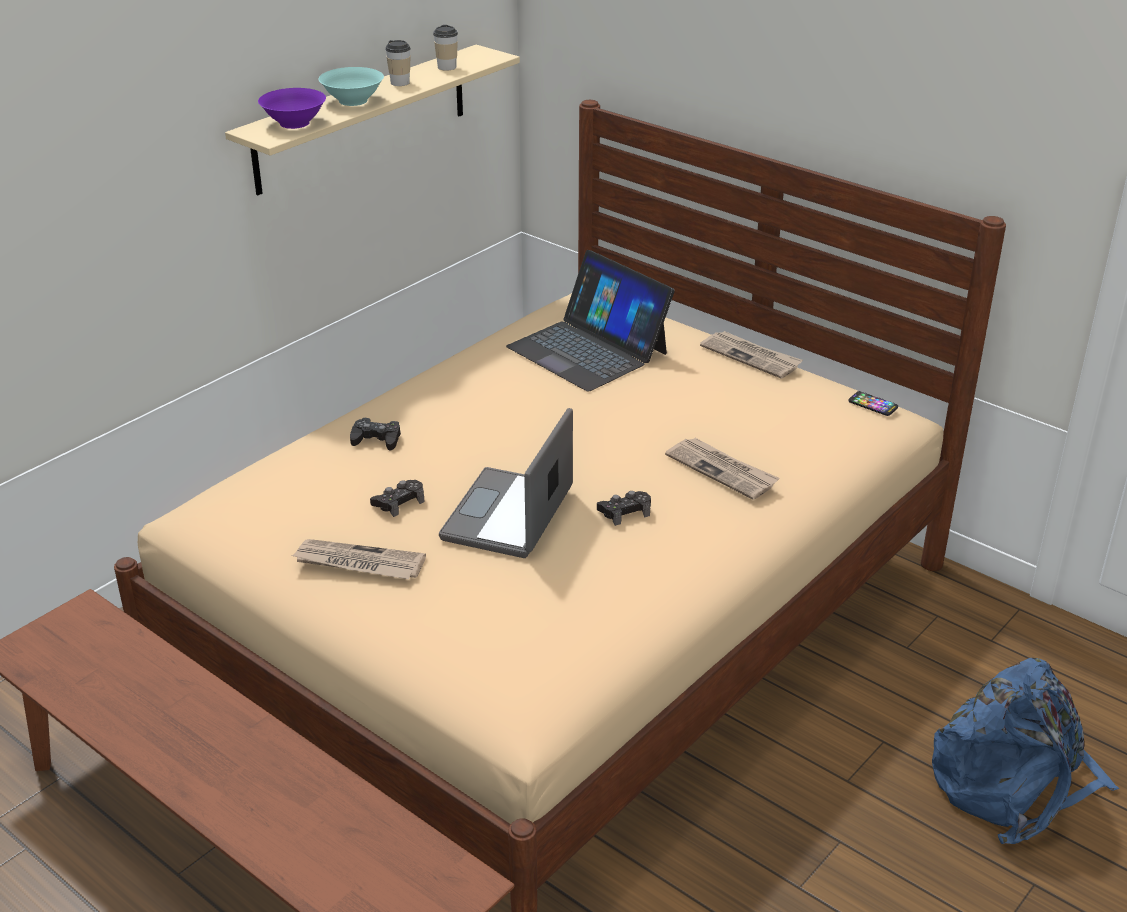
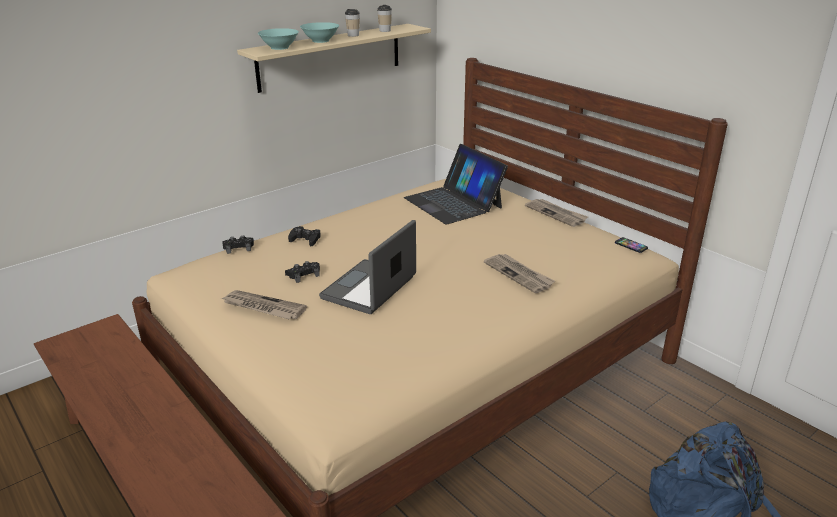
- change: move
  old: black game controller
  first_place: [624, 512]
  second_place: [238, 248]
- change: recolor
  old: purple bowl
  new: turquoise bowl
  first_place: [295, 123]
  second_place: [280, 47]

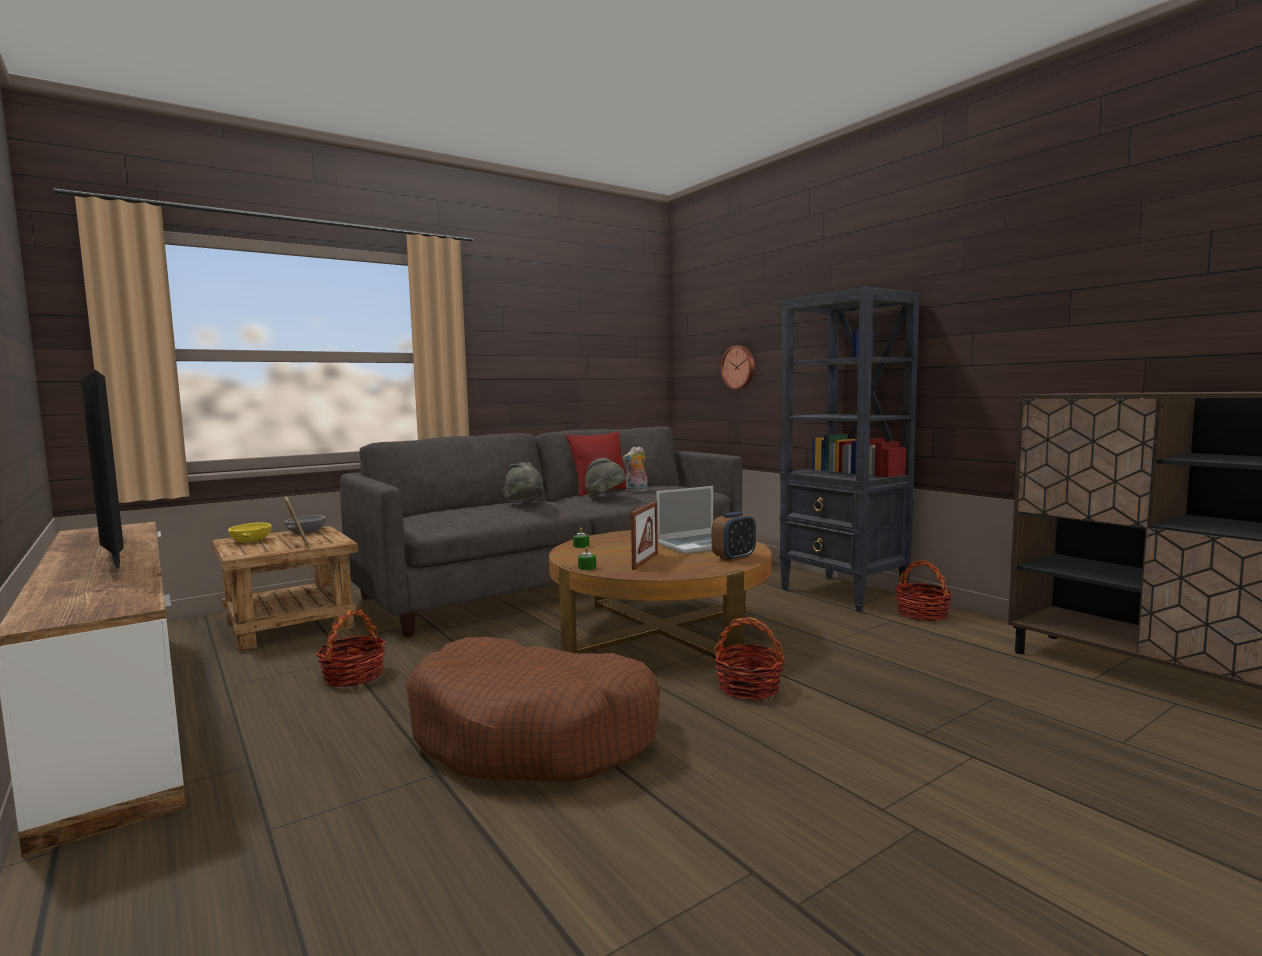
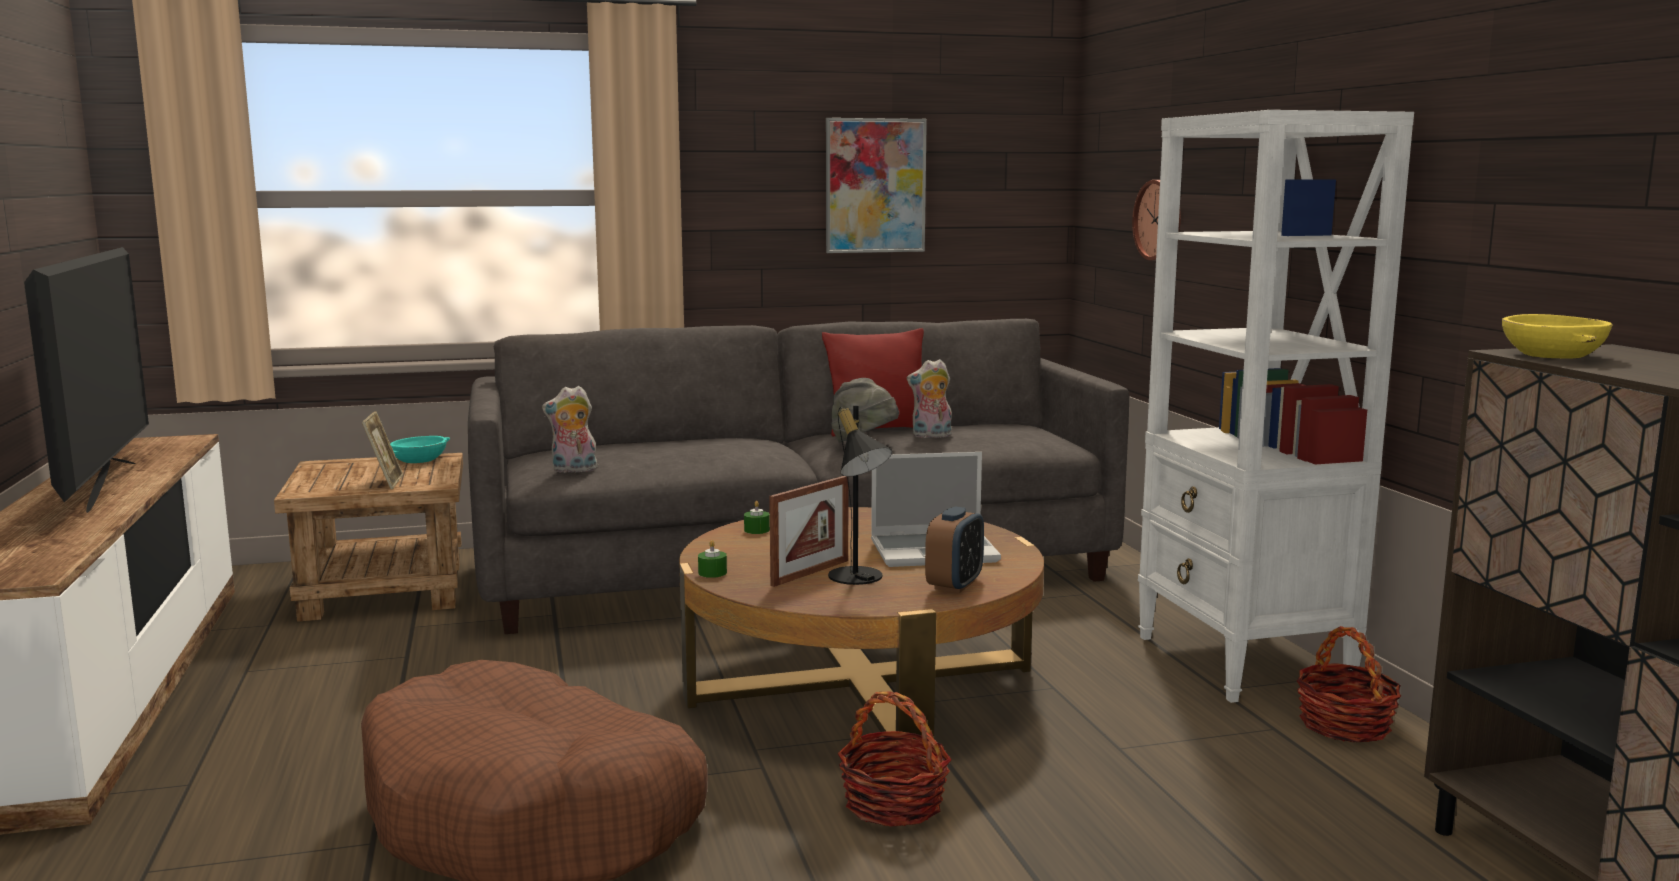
- change: delete
  old: basket
  first_place: [353, 676]
- change: delete
  old: grey hat
  first_place: [525, 504]
- change: insert
  new: plush toy
  second_place: [573, 470]
- change: insert
  new: picture
  second_place: [875, 186]
- change: insert
  new: black table lamp
  second_place: [858, 579]
- change: move
  old: yellow bowl
  first_place: [251, 540]
  second_place: [1554, 355]
- change: recolor
  old: grey bowl
  new: turquoise bowl
  first_place: [306, 532]
  second_place: [419, 460]
- change: recolor
  old: black bookcase
  new: white bookcase
  first_place: [843, 594]
  second_place: [1243, 662]
- change: rotate
  old: alarm clock
  first_place: [734, 558]
  second_place: [954, 585]
  degrees: -45

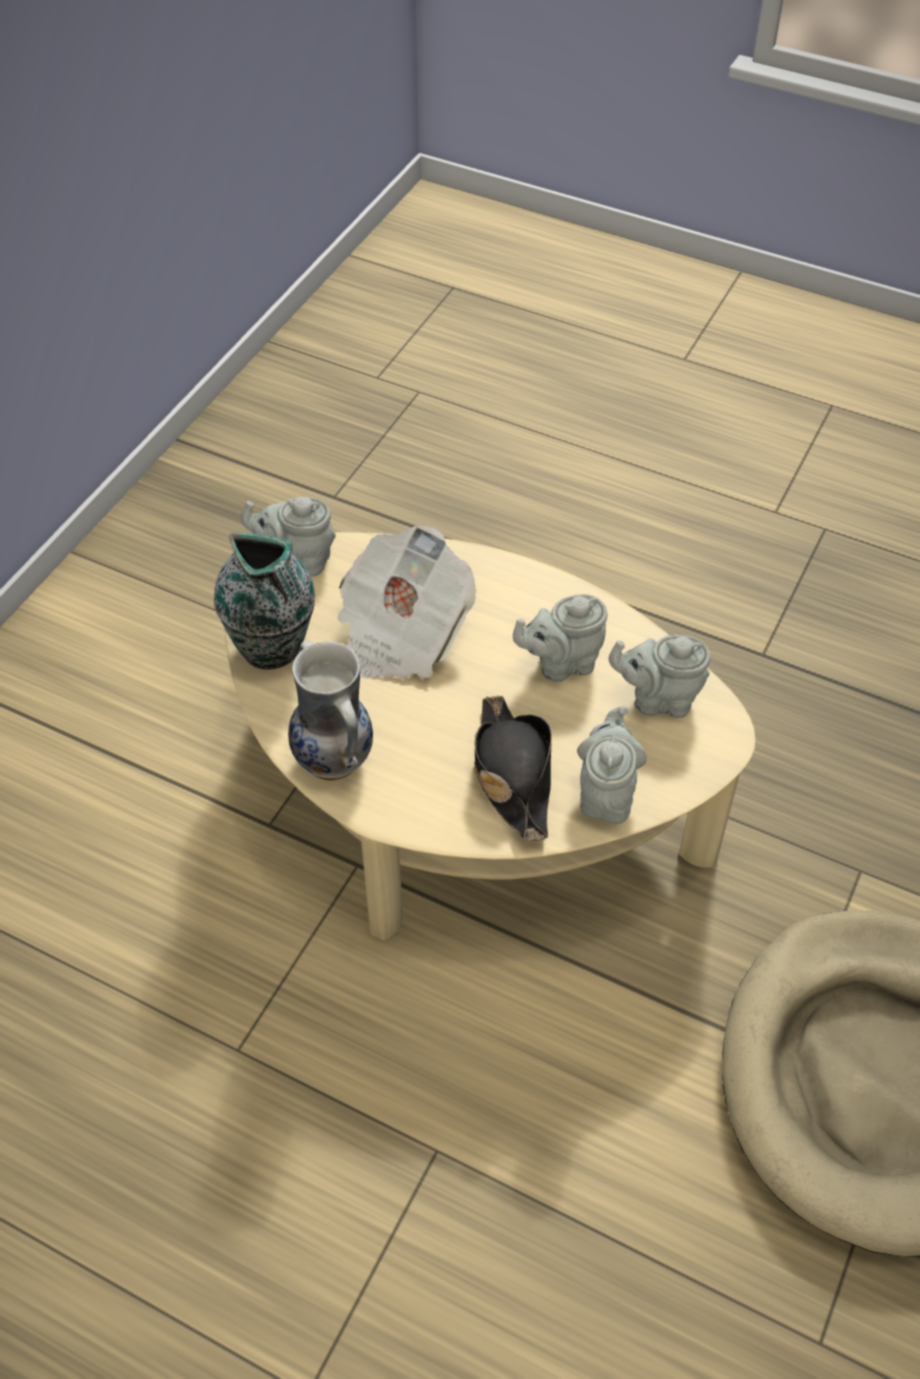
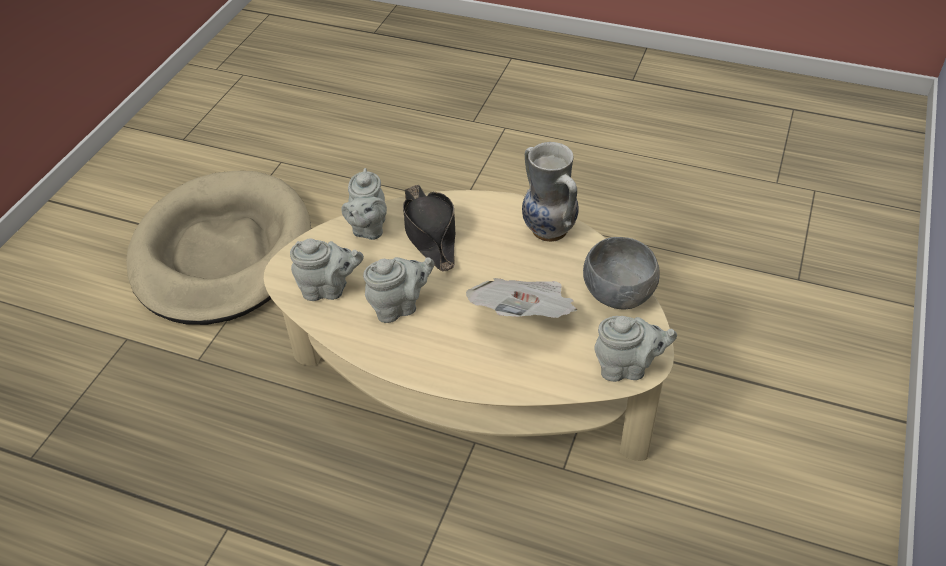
- change: replace
  old: vase
  new: grey bowl
  first_place: [273, 648]
  second_place: [618, 295]

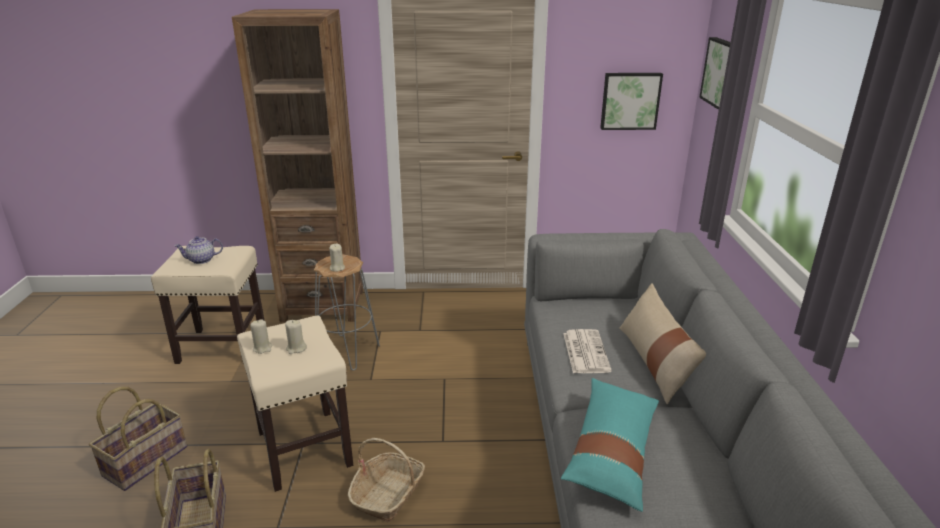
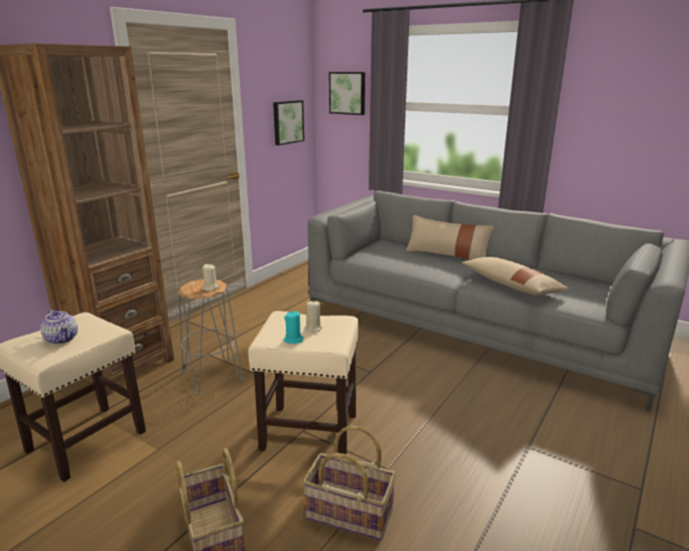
- change: delete
  old: basket
  first_place: [388, 494]
- change: delete
  old: newspaper
  first_place: [585, 351]
- change: recolor
  old: beige candle
  new: turquoise candle
  first_place: [262, 348]
  second_place: [294, 340]
- change: recolor
  old: turquoise pillow
  new: beige pillow
  first_place: [612, 451]
  second_place: [511, 285]
- change: rotate
  old: teapot
  first_place: [201, 260]
  second_place: [62, 339]
  degrees: -60

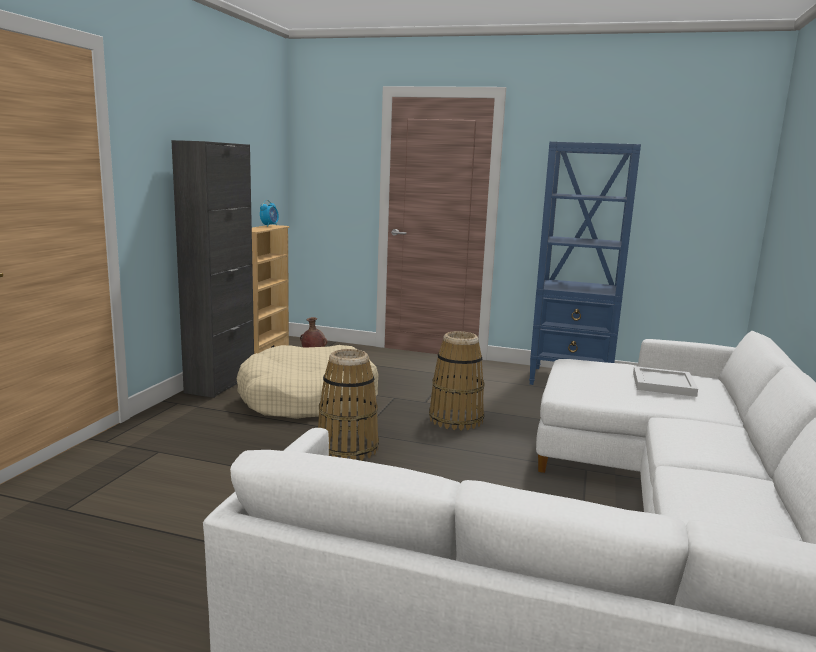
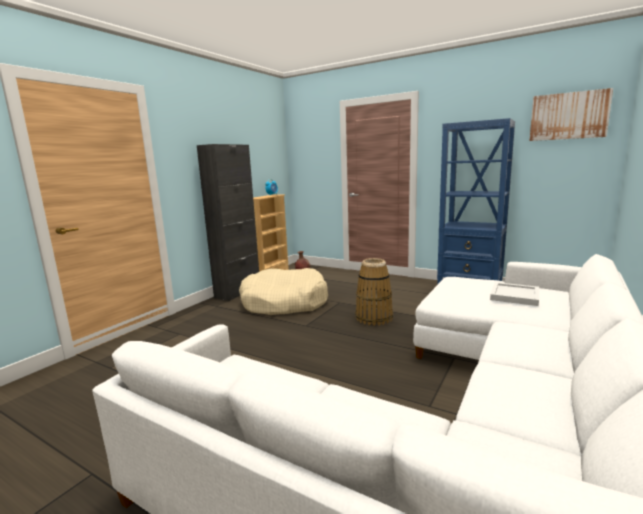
- change: delete
  old: basket
  first_place: [347, 448]
- change: insert
  new: picture
  second_place: [568, 116]

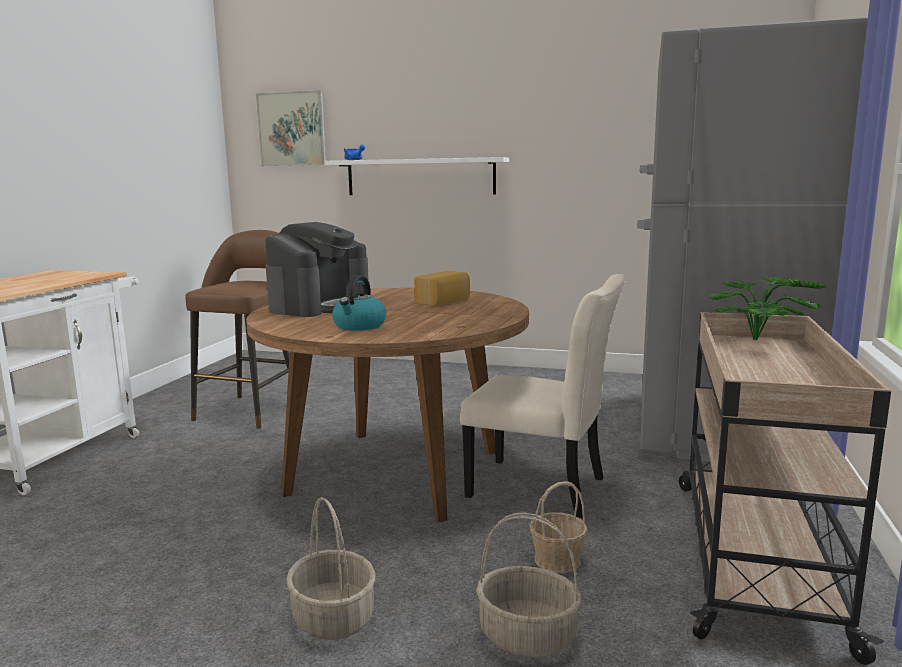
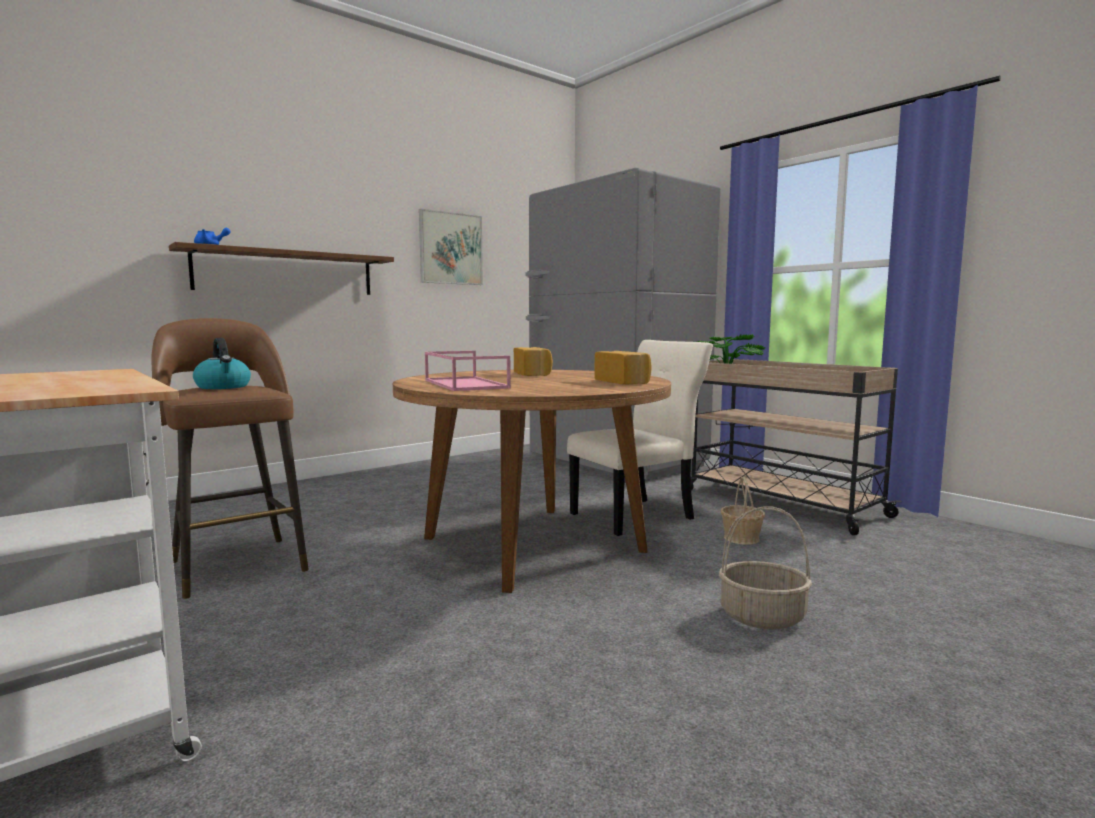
- change: delete
  old: basket
  first_place: [528, 636]
- change: insert
  new: bread
  second_place: [623, 381]
- change: move
  old: picture
  first_place: [292, 129]
  second_place: [451, 248]
- change: move
  old: kettle
  first_place: [359, 326]
  second_place: [223, 387]
- change: replace
  old: coffee machine
  new: pink tray
  first_place: [320, 306]
  second_place: [463, 384]
- change: recolor
  old: white shelf
  new: brown shelf
  first_place: [420, 177]
  second_place: [286, 272]

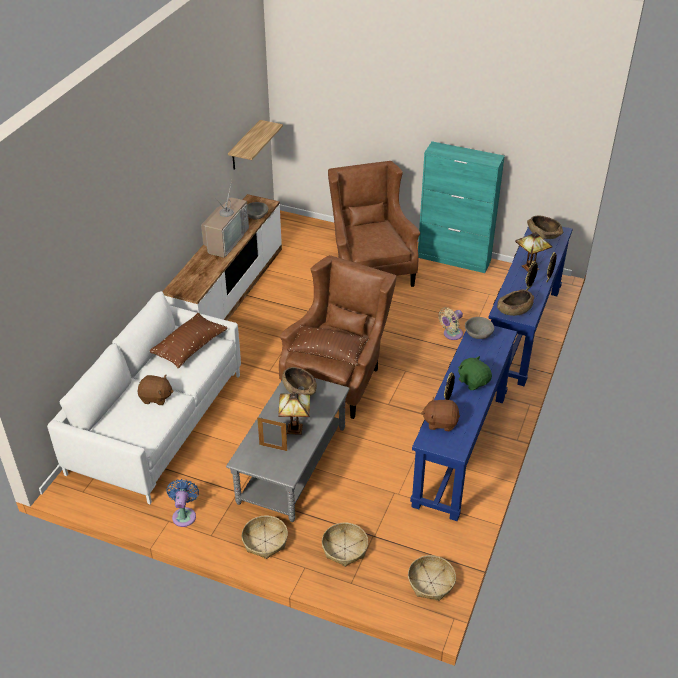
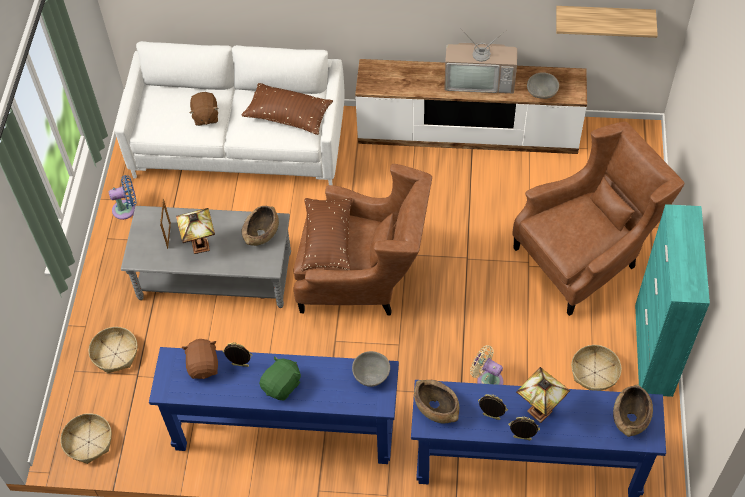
- change: move
  old: basket
  first_place: [265, 541]
  second_place: [595, 373]

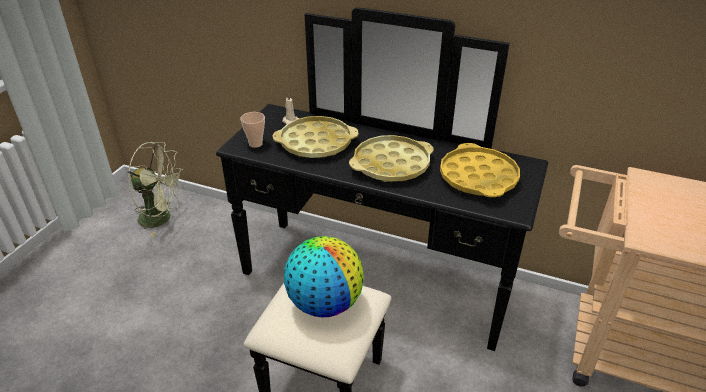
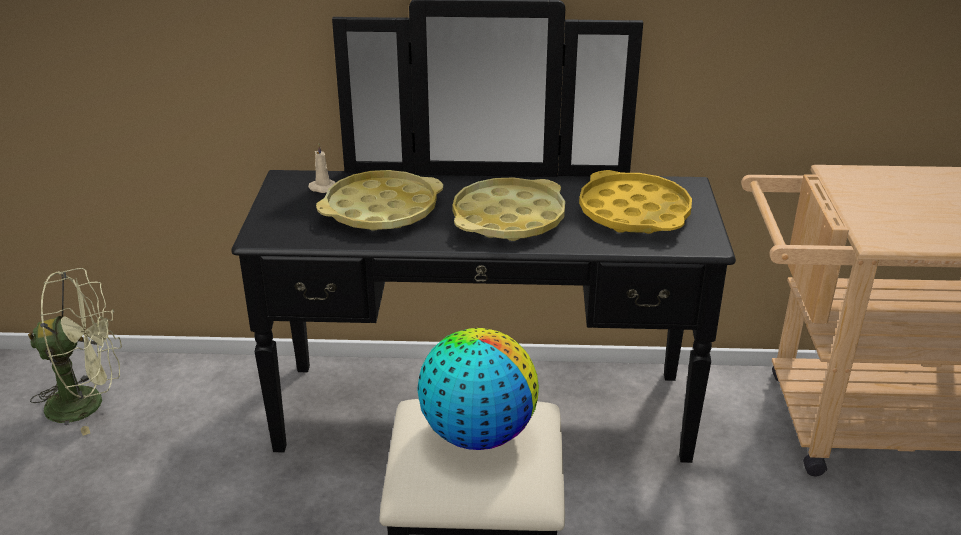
- change: delete
  old: cup
  first_place: [255, 144]

